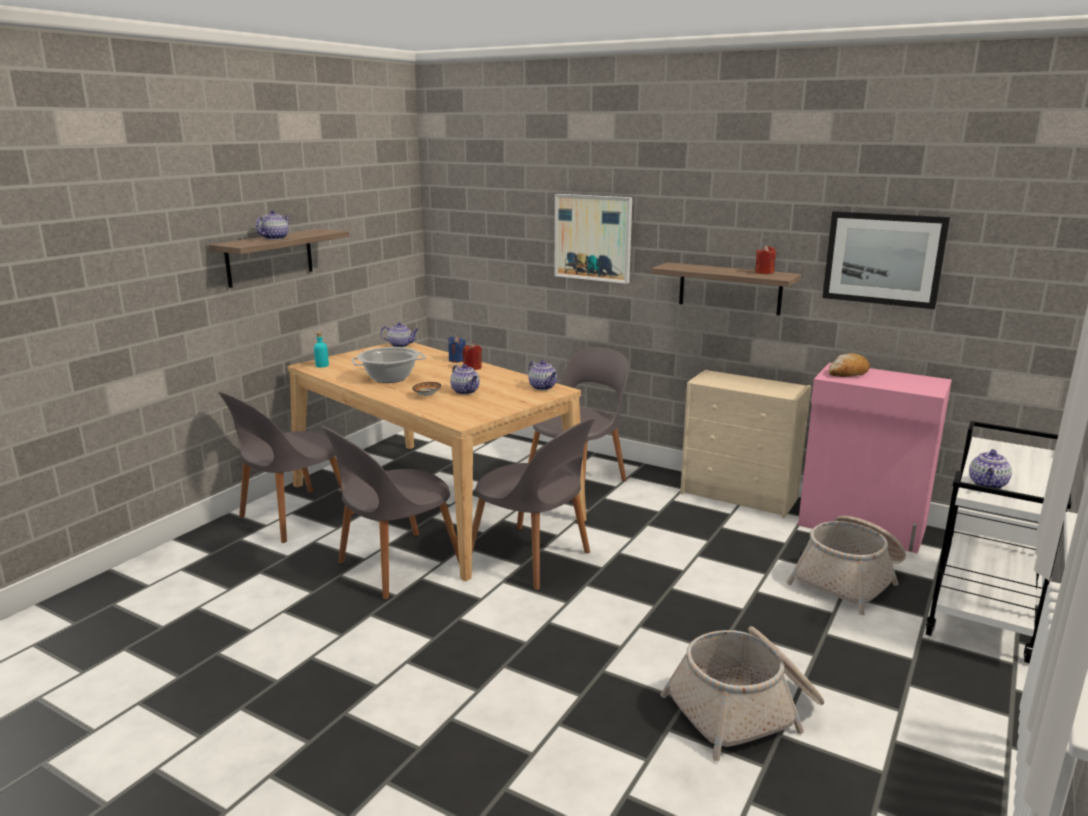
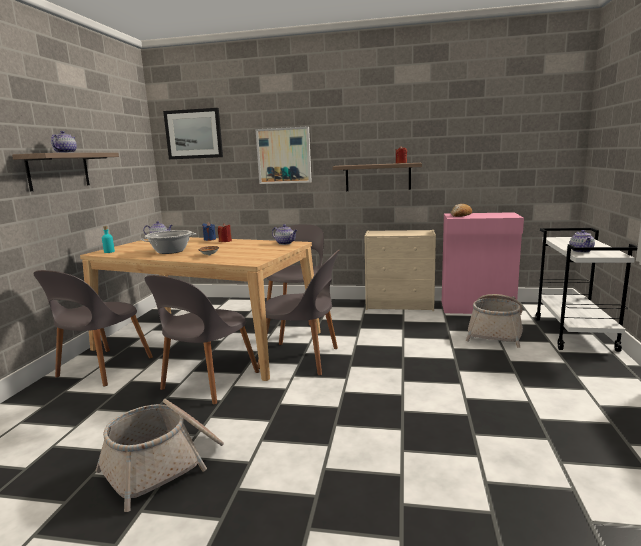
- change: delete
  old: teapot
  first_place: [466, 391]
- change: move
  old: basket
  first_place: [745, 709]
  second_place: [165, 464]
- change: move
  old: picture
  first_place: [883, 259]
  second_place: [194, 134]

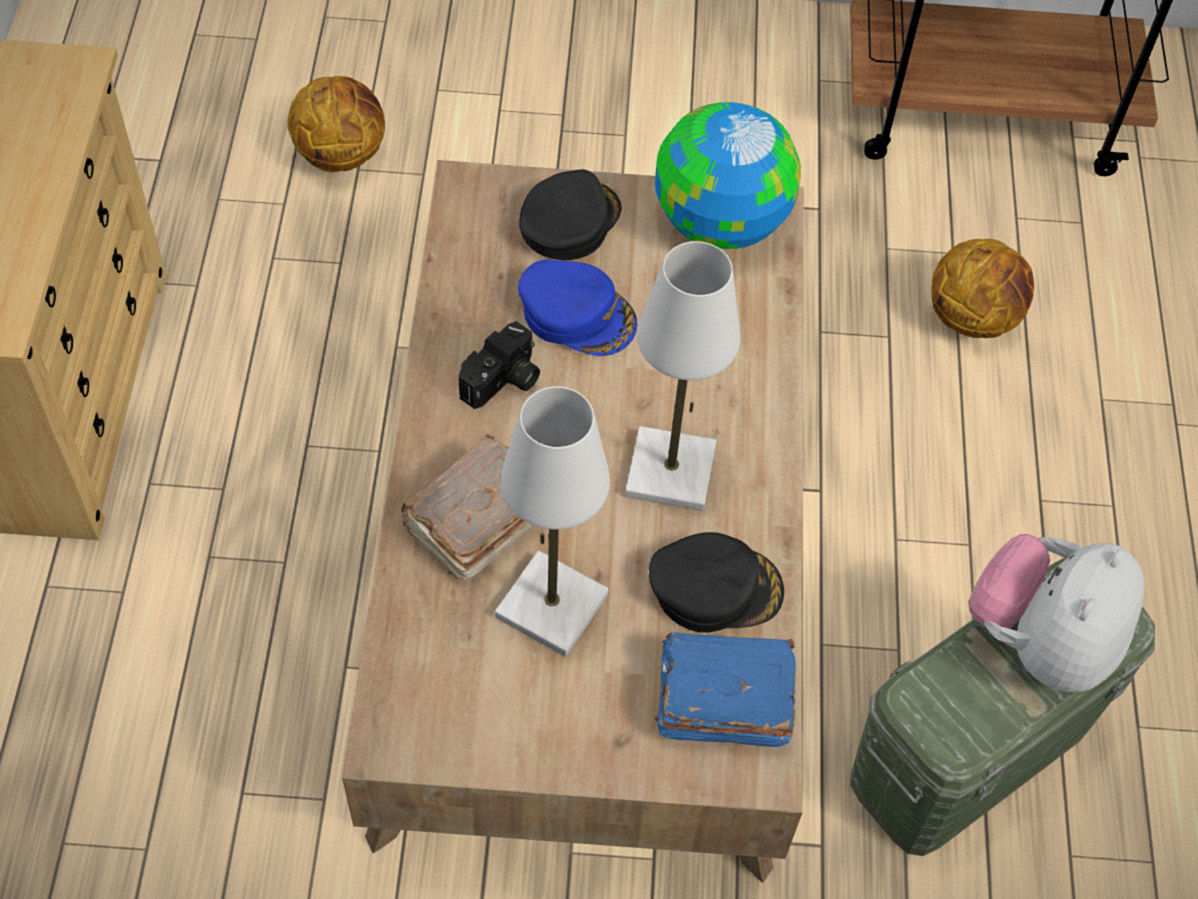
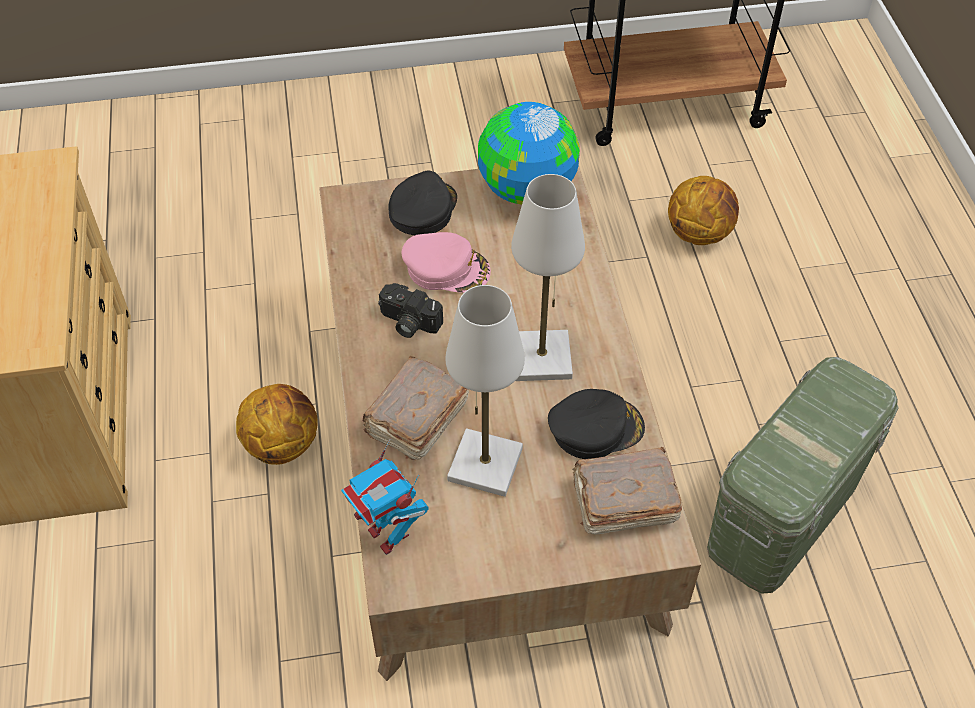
- change: delete
  old: plush toy
  first_place: [1040, 641]
- change: insert
  new: toy robot
  second_place: [389, 535]
- change: move
  old: basketball
  first_place: [341, 154]
  second_place: [282, 443]
- change: recolor
  old: blue cap
  new: pink cap
  first_place: [577, 314]
  second_place: [446, 268]
- change: recolor
  old: blue book
  new: brown book
  first_place: [721, 700]
  second_place: [622, 502]
- change: rotate
  old: photo camera
  first_place: [503, 382]
  second_place: [408, 322]
  degrees: 90

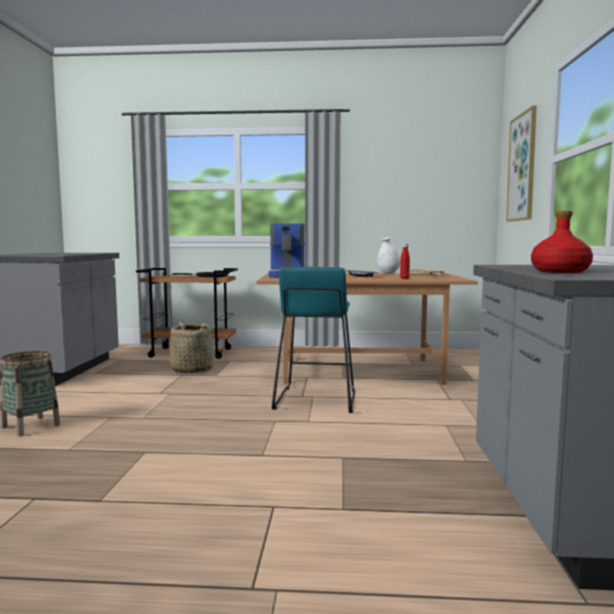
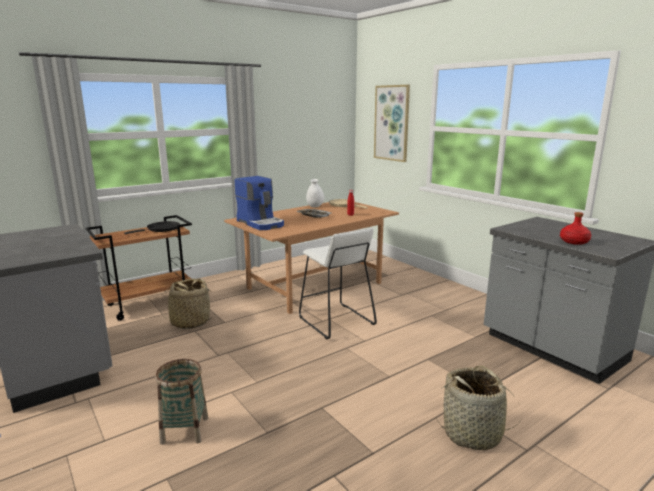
- change: insert
  new: basket
  second_place: [473, 433]
- change: recolor
  old: turquoise stool
  new: white stool
  first_place: [315, 399]
  second_place: [335, 321]

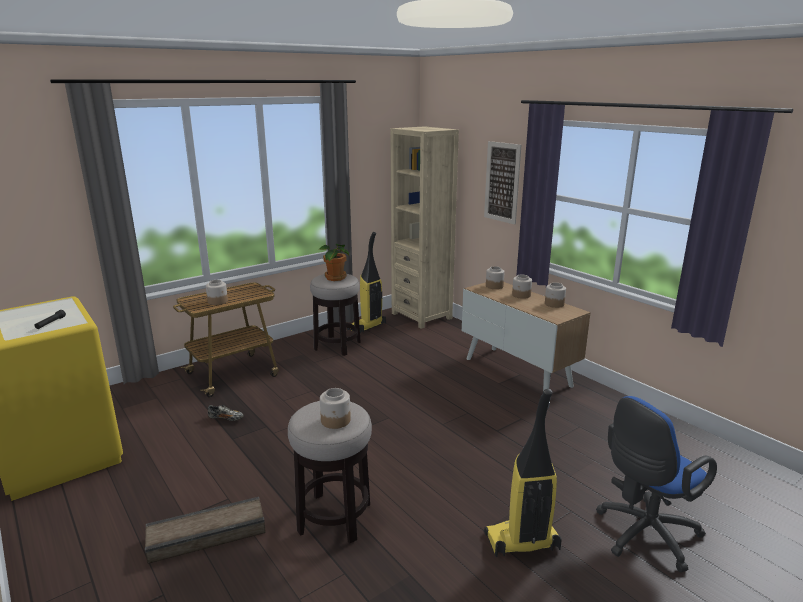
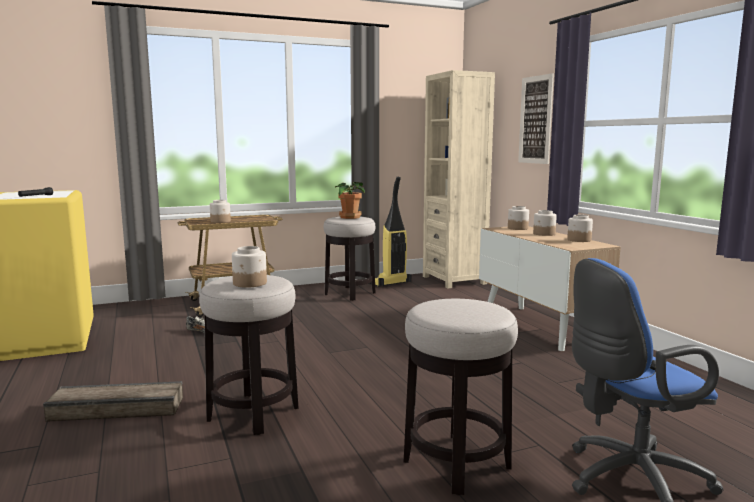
- change: replace
  old: vacuum cleaner
  new: stool
  first_place: [521, 542]
  second_place: [456, 463]

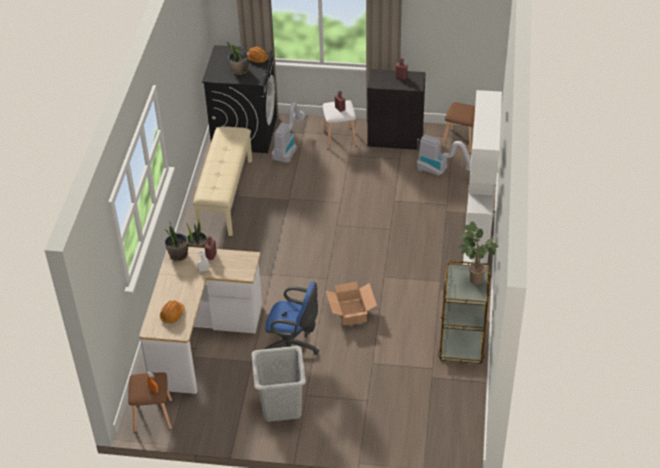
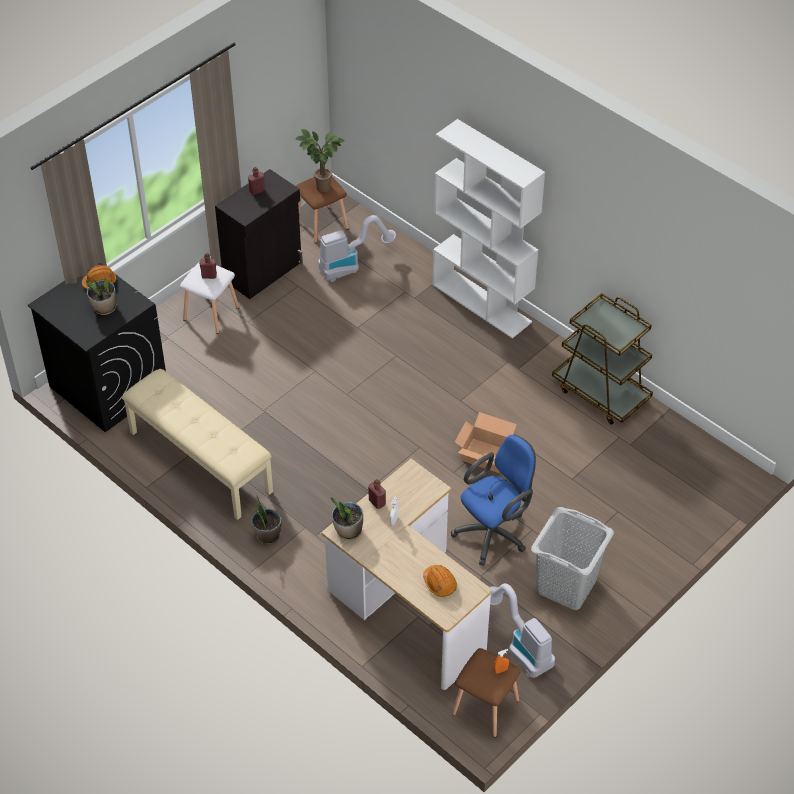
- change: move
  old: vacuum cleaner
  first_place: [288, 147]
  second_place: [520, 646]
- change: move
  old: potted plant
  first_place: [473, 279]
  second_place: [321, 188]

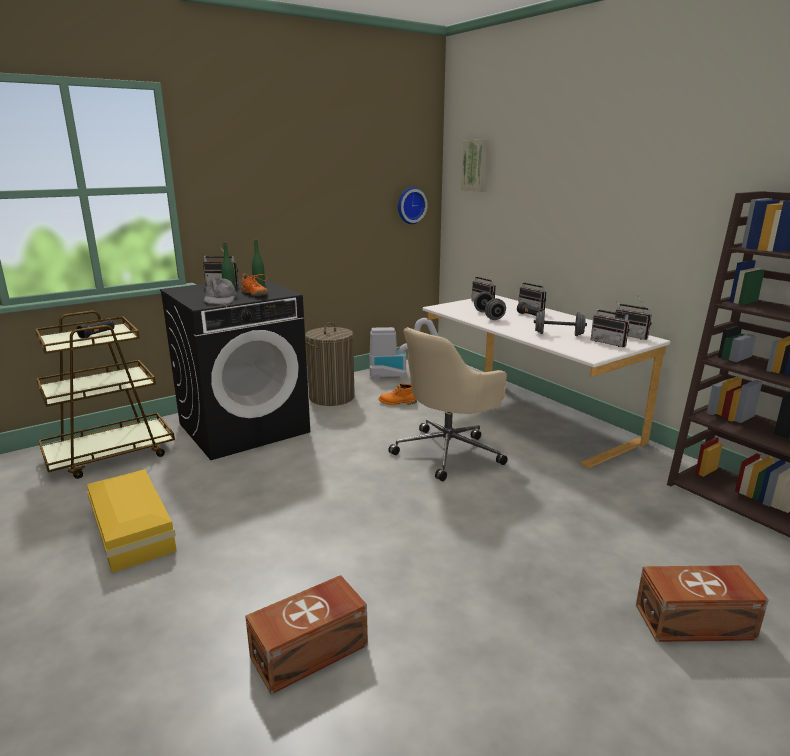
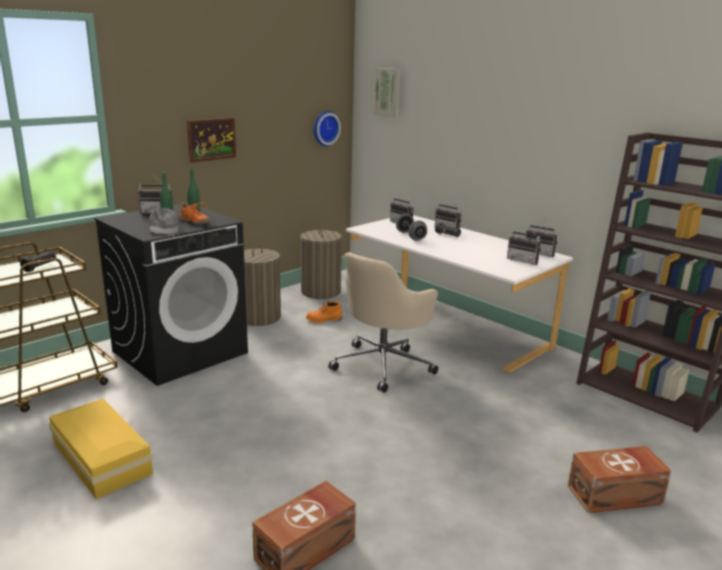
- change: delete
  old: grey dumbbell
  first_place: [558, 334]
- change: insert
  new: picture
  second_place: [211, 139]
- change: replace
  old: vacuum cleaner
  new: laundry basket
  first_place: [401, 374]
  second_place: [320, 291]

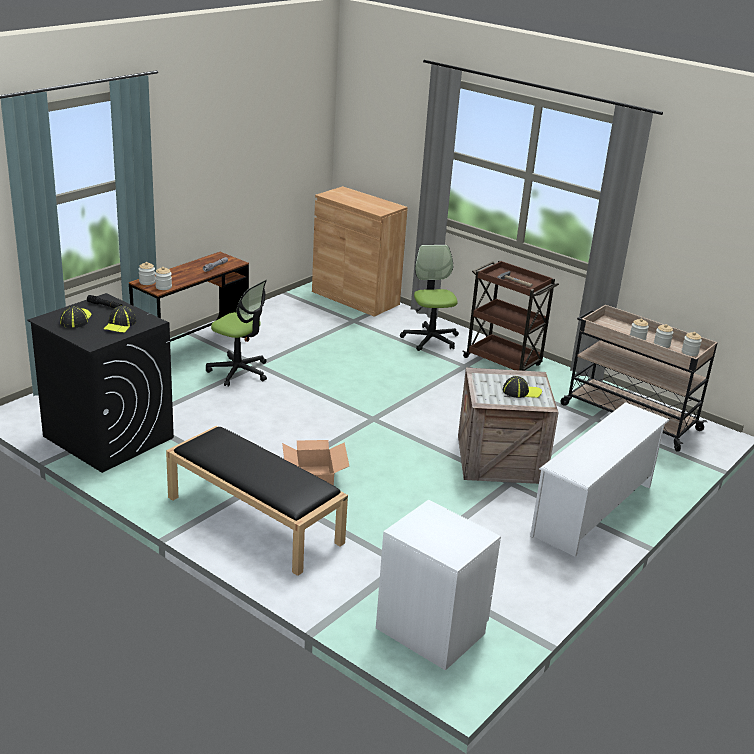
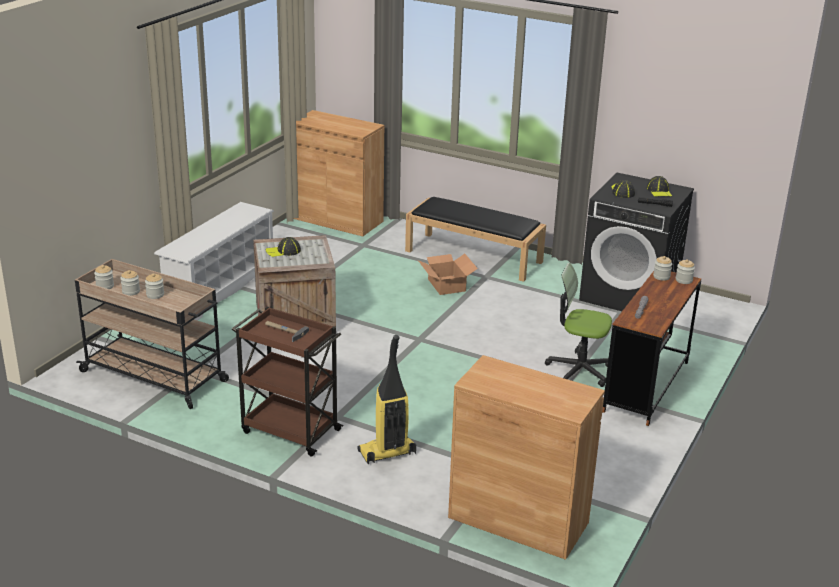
- change: replace
  old: white nightstand
  new: brown cabinet
  first_place: [431, 630]
  second_place: [338, 220]
- change: replace
  old: office chair
  new: vacuum cleaner
  first_place: [430, 339]
  second_place: [386, 453]

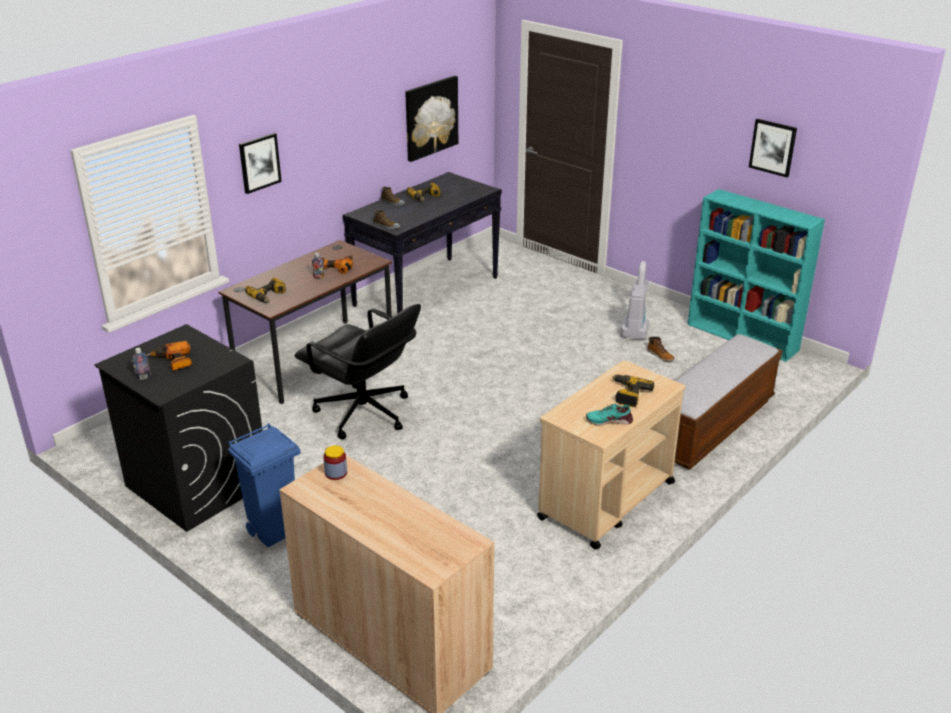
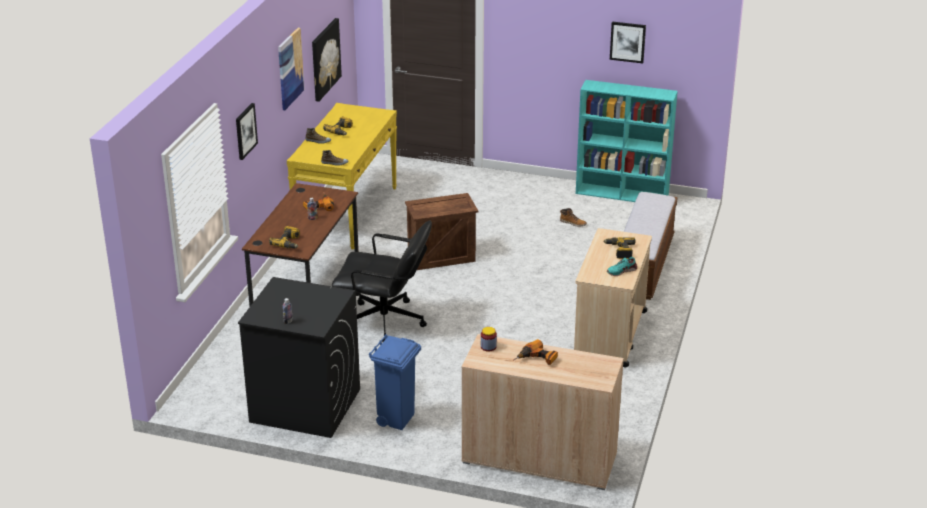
- change: delete
  old: vacuum cleaner
  first_place: [635, 325]
- change: insert
  new: picture
  second_place: [290, 68]
- change: insert
  new: crate
  second_place: [441, 257]
- change: move
  old: power drill
  first_place: [172, 362]
  second_place: [537, 359]
- change: recolor
  old: black console table
  new: yellow console table
  first_place: [426, 291]
  second_place: [347, 213]

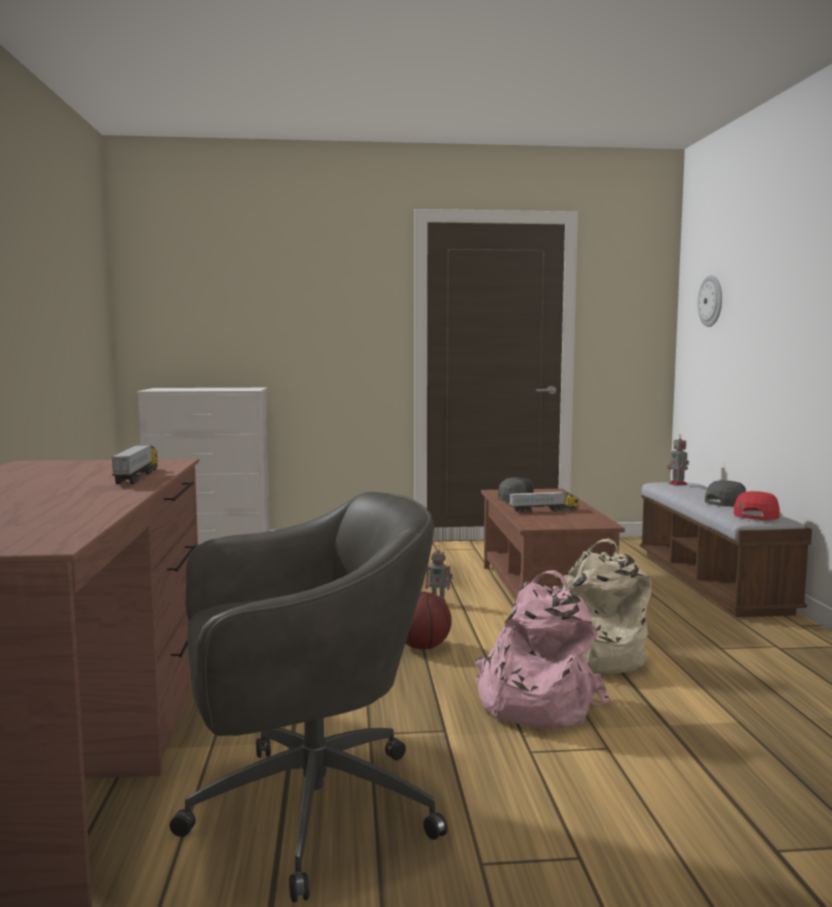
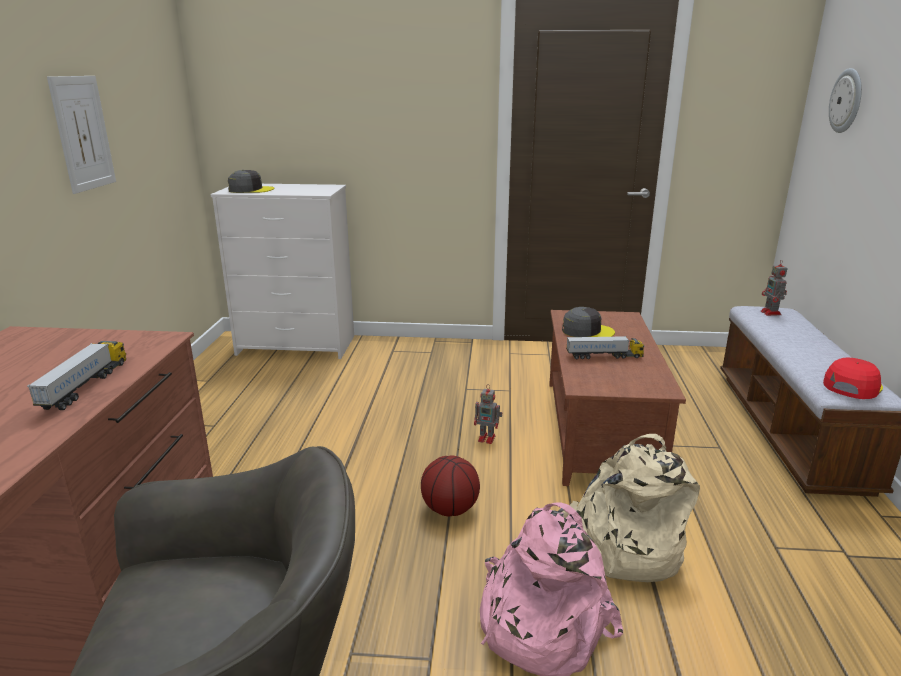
- change: insert
  new: picture
  second_place: [83, 133]
- change: move
  old: grey cap
  first_place: [729, 502]
  second_place: [250, 190]

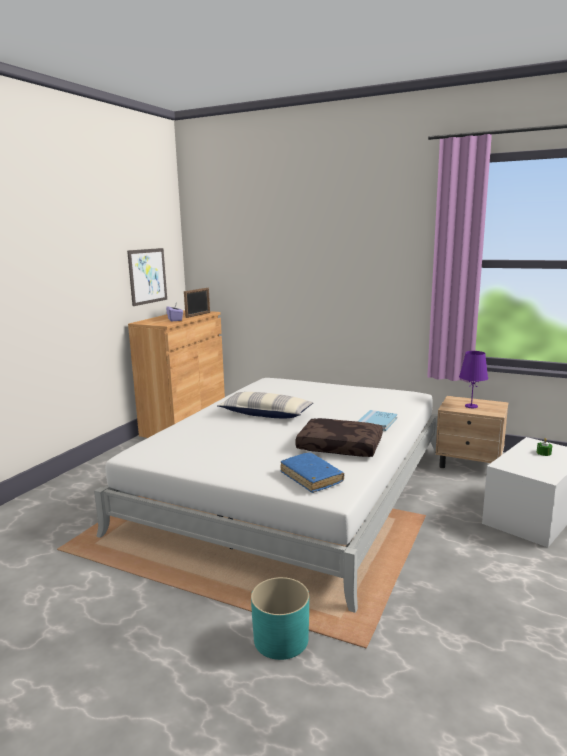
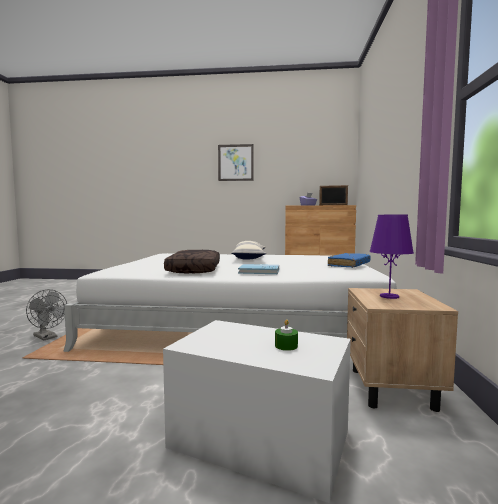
- change: move
  old: picture
  first_place: [147, 276]
  second_place: [235, 162]
- change: move
  old: blue book
  first_place: [311, 478]
  second_place: [349, 265]
- change: replace
  old: turquoise planter
  new: grey fan
  first_place: [280, 639]
  second_place: [47, 337]

